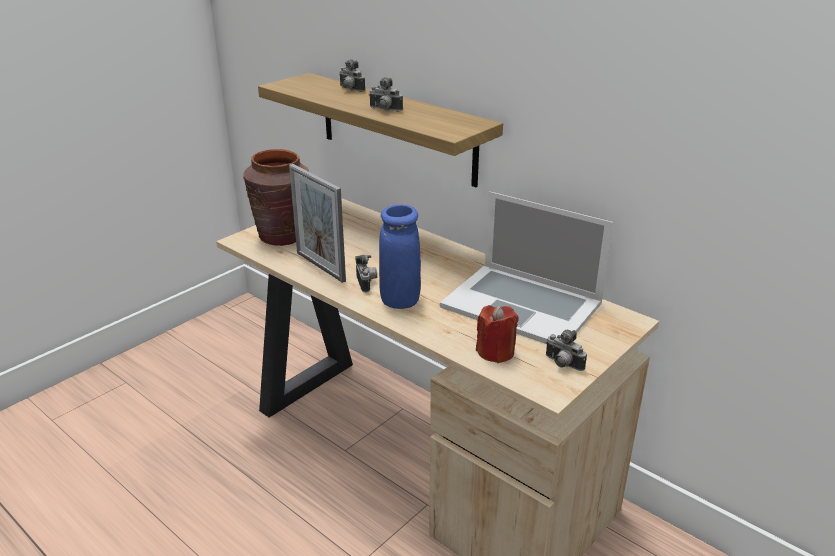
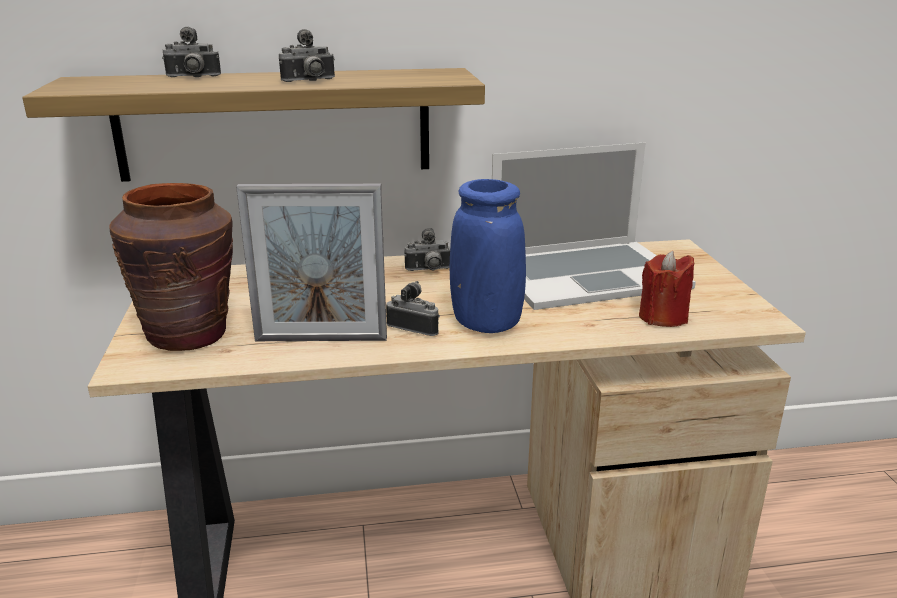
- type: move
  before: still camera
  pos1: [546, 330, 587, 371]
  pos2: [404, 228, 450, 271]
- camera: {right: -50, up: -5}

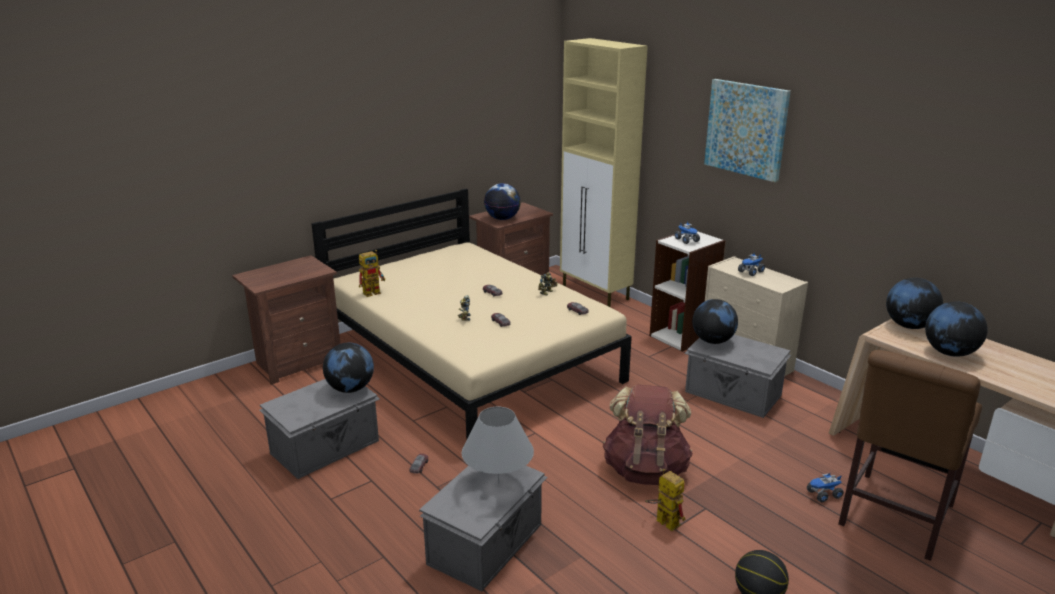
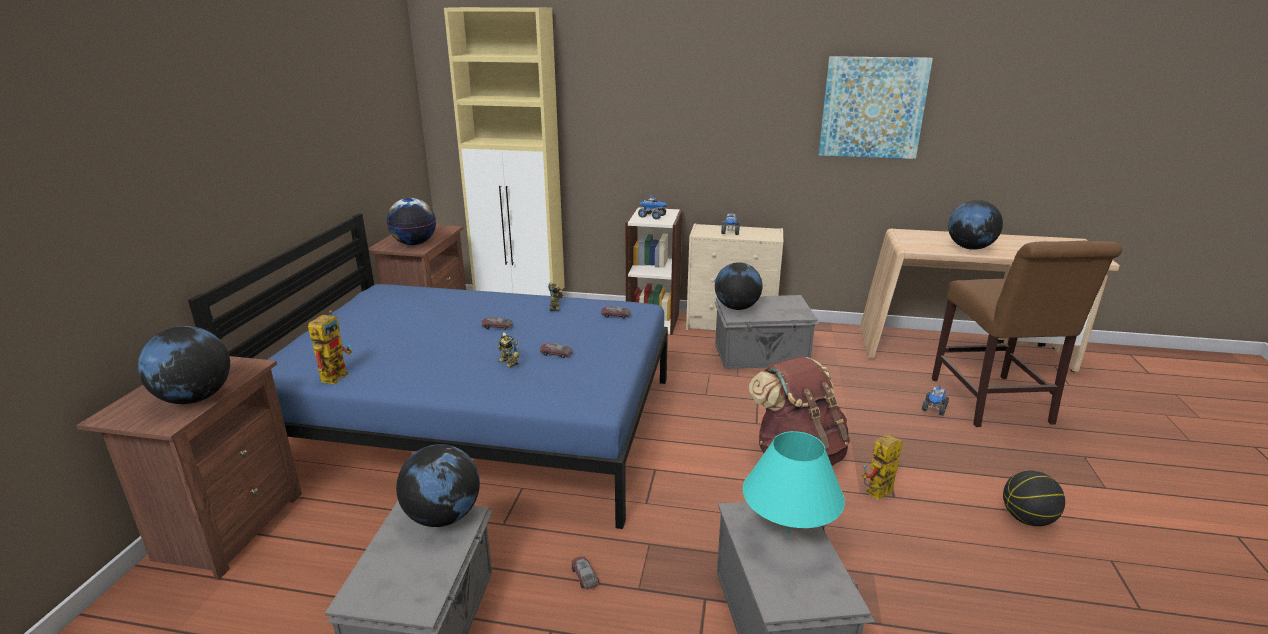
- type: move
  before: picture
  pos1: [704, 79, 791, 182]
  pos2: [818, 56, 933, 159]
- type: move
  before: globe
  pos1: [886, 278, 943, 329]
  pos2: [138, 326, 230, 404]
- type: recolor
  before: bed/sand-coloured
  after: bed/blue-coloured
  pos1: [311, 189, 632, 441]
  pos2: [188, 213, 668, 529]
- type: recolor
  before: tabletop lamp/gray
  after: tabletop lamp/turquoise
  pos1: [462, 407, 534, 484]
  pos2: [743, 431, 845, 537]
- type: rotate
  before: robot figure
  pos1: [645, 469, 686, 531]
  pos2: [861, 433, 903, 500]
  turn: -45
- camera: {right: -40, up: 0}

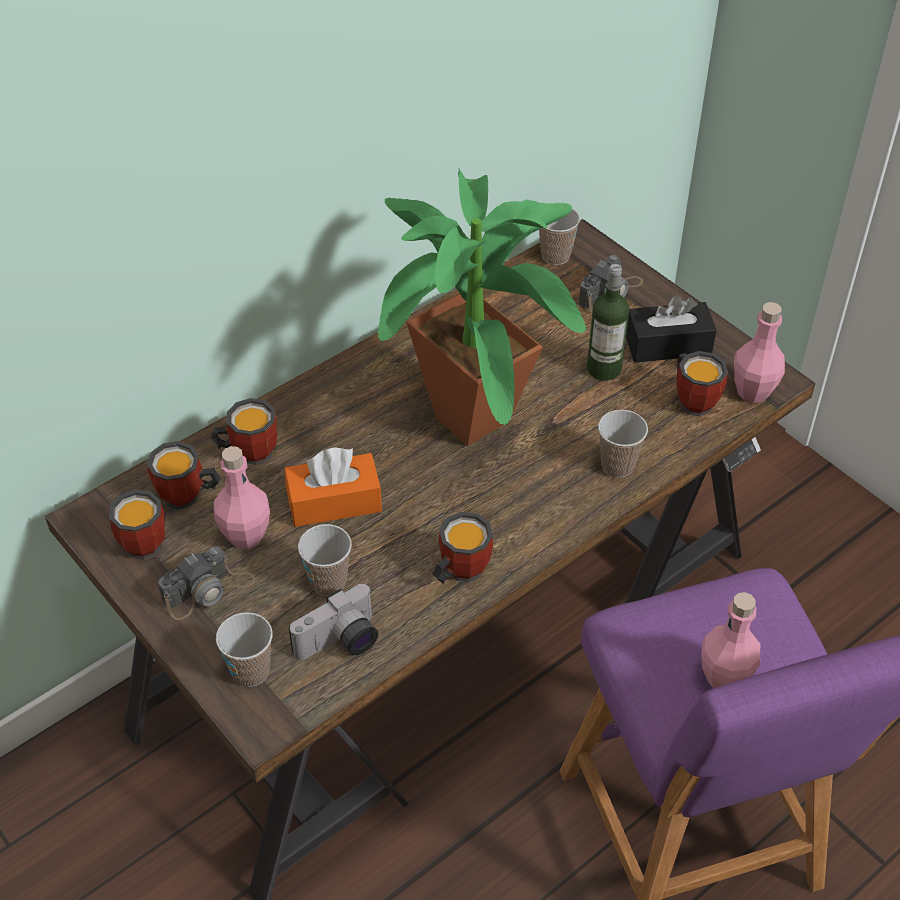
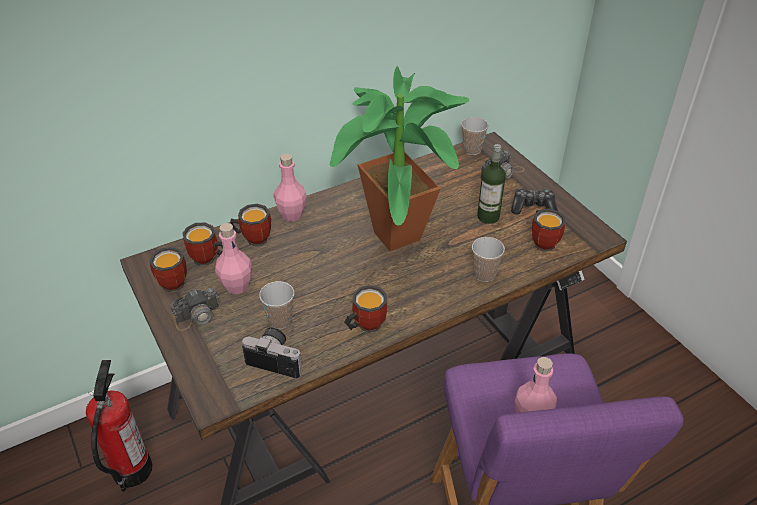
- type: delete
  before: cup
  pos1: [216, 612, 273, 687]
- type: delete
  before: tissue box/orangey
  pos1: [284, 447, 382, 527]
- type: insert
  after: extinguisher
  pos2: [86, 360, 153, 492]
- type: move
  before: bottle/pink-coloured
  pos1: [734, 302, 785, 403]
  pos2: [274, 154, 307, 221]
- type: replace
  before: tissue box/blackish
  after: joypad
  pos1: [626, 295, 717, 363]
  pos2: [511, 188, 558, 215]
- type: rotate
  before: still camera
  pos1: [289, 584, 378, 660]
  pos2: [242, 328, 302, 378]
  turn: -135
- camera: {right: 10, up: -5}

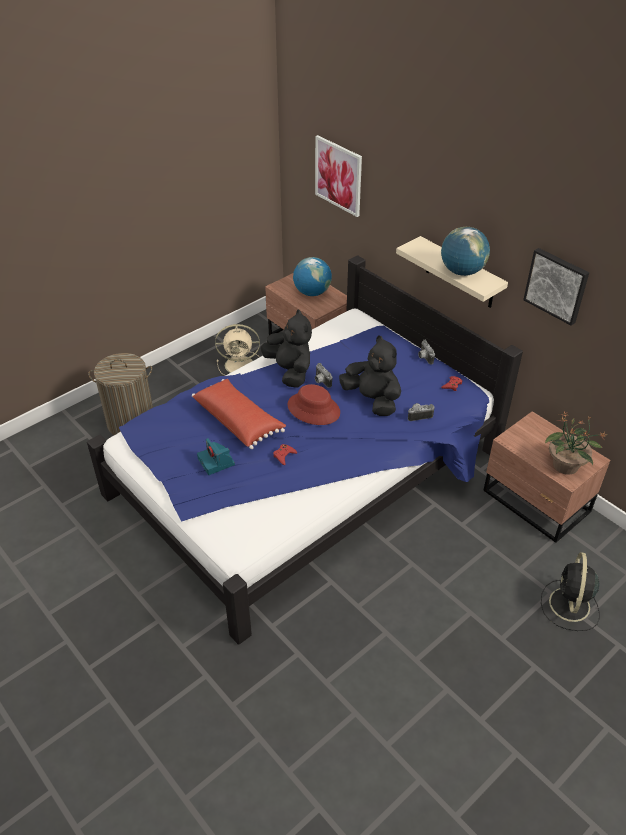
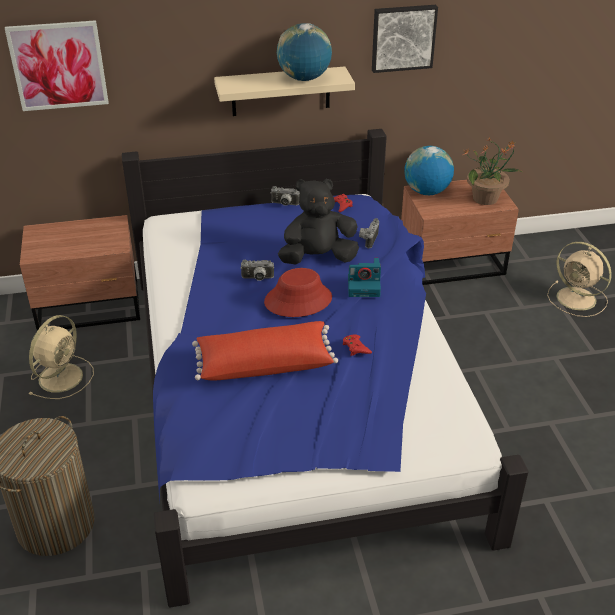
- type: delete
  before: soft toy/blackish
  pos1: [261, 310, 312, 388]
- type: move
  before: still camera
  pos1: [197, 438, 235, 475]
  pos2: [348, 258, 381, 297]
- type: move
  before: globe
  pos1: [293, 257, 332, 296]
  pos2: [404, 146, 454, 195]
- type: recolor
  before: cooling fan/blackish
  after: cooling fan/sand-coloured
  pos1: [541, 552, 600, 631]
  pos2: [547, 242, 612, 317]
- camera: {right: -60, up: -5}

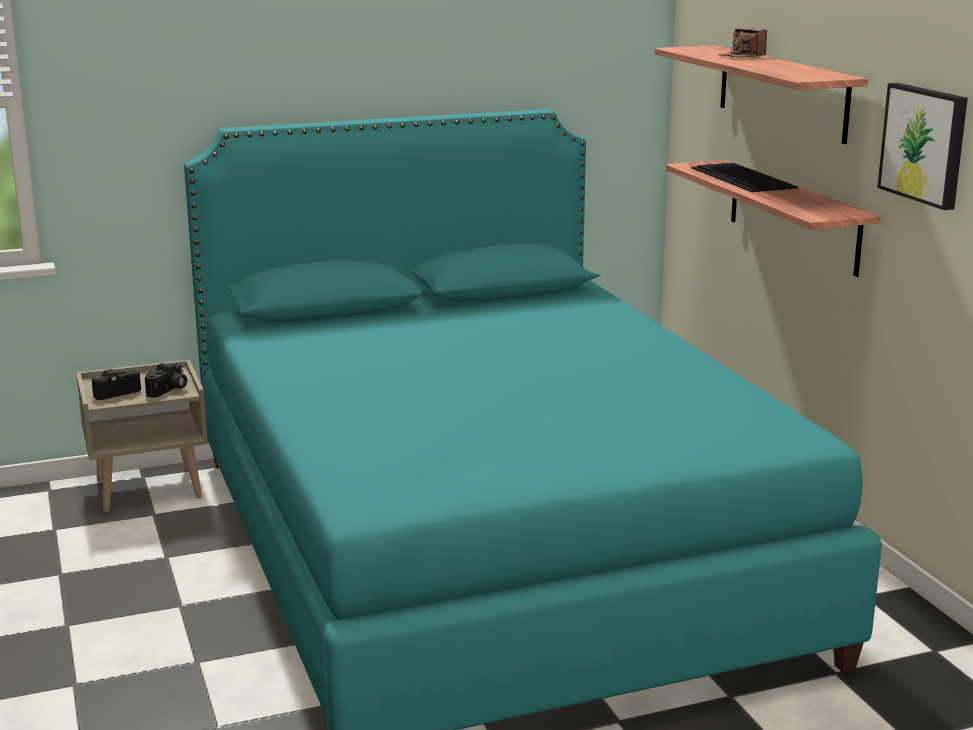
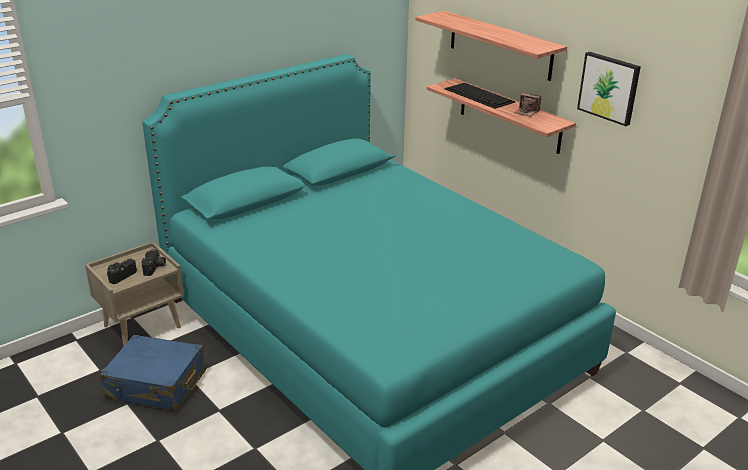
- type: insert
  after: piece of luggage/blue-coloured
  pos2: [100, 335, 206, 412]
- type: move
  before: still camera
  pos1: [719, 28, 767, 58]
  pos2: [514, 93, 541, 117]
- camera: {right: -20, up: 10}

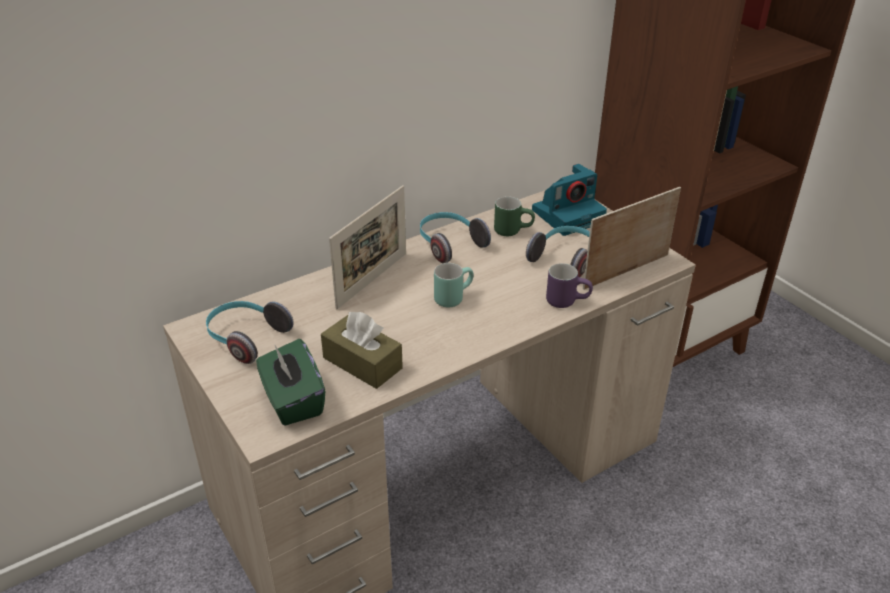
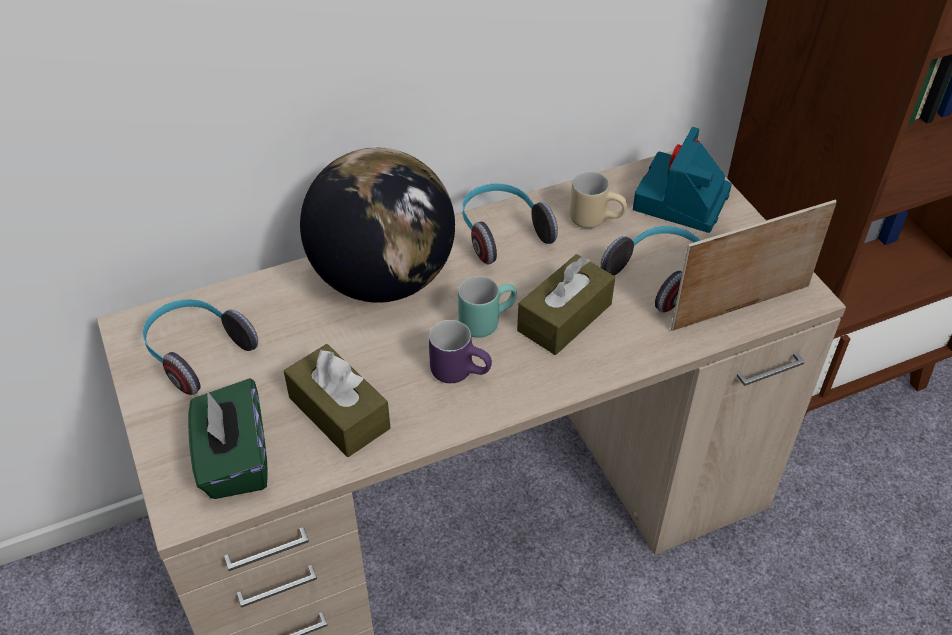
- type: insert
  after: tissue box/brown-coloured
  pos2: [517, 254, 615, 355]
- type: move
  before: mug/purple-coloured
  pos1: [546, 263, 593, 308]
  pos2: [429, 320, 492, 383]
- type: replace
  before: picture frame
  after: globe
  pos1: [329, 185, 406, 309]
  pos2: [300, 148, 455, 303]
- type: recolor
  before: mug/greenish
  after: mug/sand-coloured
  pos1: [494, 196, 535, 236]
  pos2: [570, 172, 627, 228]
- type: rotate
  before: still camera
  pos1: [532, 164, 607, 236]
  pos2: [633, 127, 732, 233]
  turn: 135
- camera: {right: 10, up: 10}

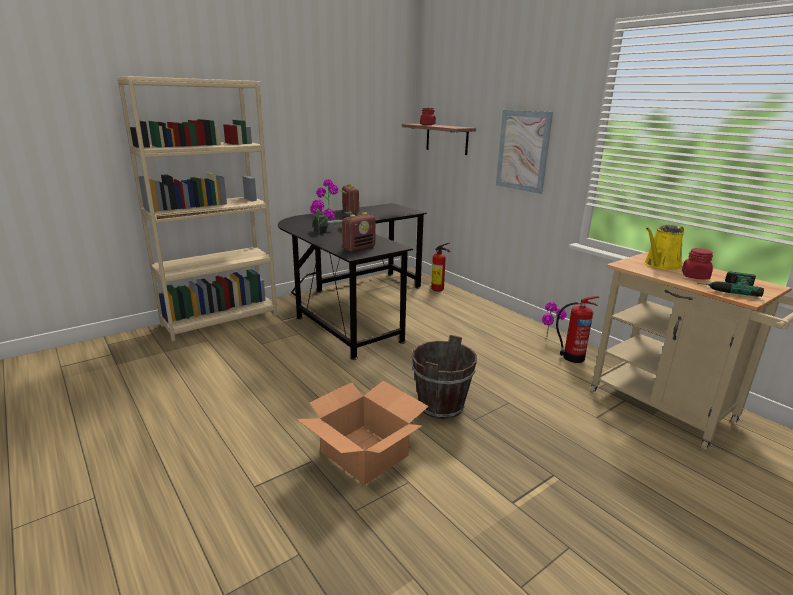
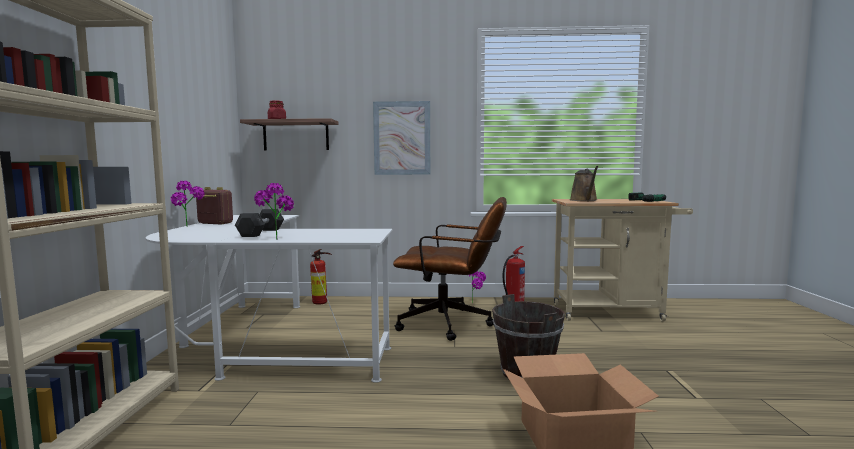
- type: delete
  before: radio set
  pos1: [342, 213, 376, 252]
- type: delete
  before: preserve jar/red-coloured
  pos1: [682, 248, 713, 280]
- type: insert
  after: desk chair/brown-coloured
  pos2: [393, 197, 507, 341]
- type: recolor
  before: desk/blackish
  after: desk/whitish
  pos1: [278, 203, 427, 360]
  pos2: [146, 215, 392, 383]
- type: recolor
  before: watering pot/yellow
  after: watering pot/brown-coloured
  pos1: [644, 225, 684, 270]
  pos2: [570, 166, 598, 201]
- camera: {right: -50, up: -15}

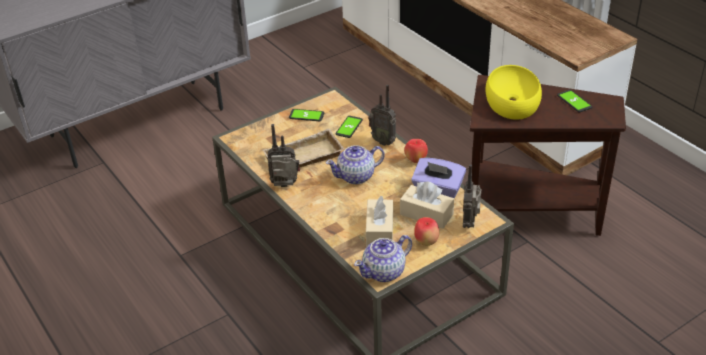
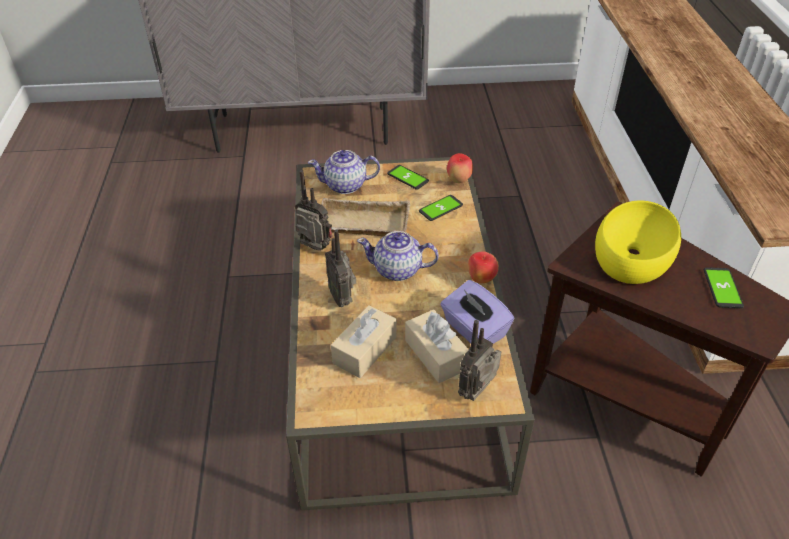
- type: move
  before: tea pot
  pos1: [354, 235, 412, 282]
  pos2: [308, 150, 380, 194]
- type: move
  before: radio set
  pos1: [368, 85, 396, 146]
  pos2: [325, 229, 356, 307]
- type: move
  before: apple fruit
  pos1: [414, 217, 439, 246]
  pos2: [447, 153, 473, 183]
- camera: {right: 30, up: 5}

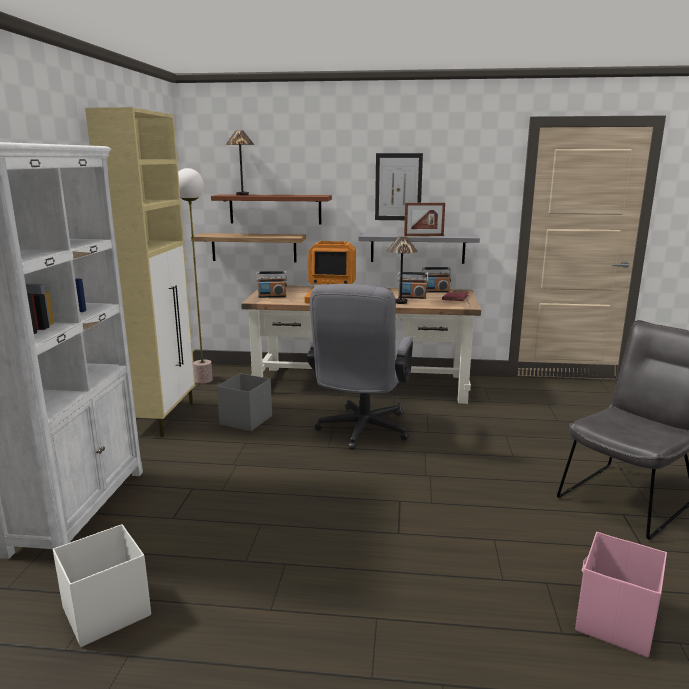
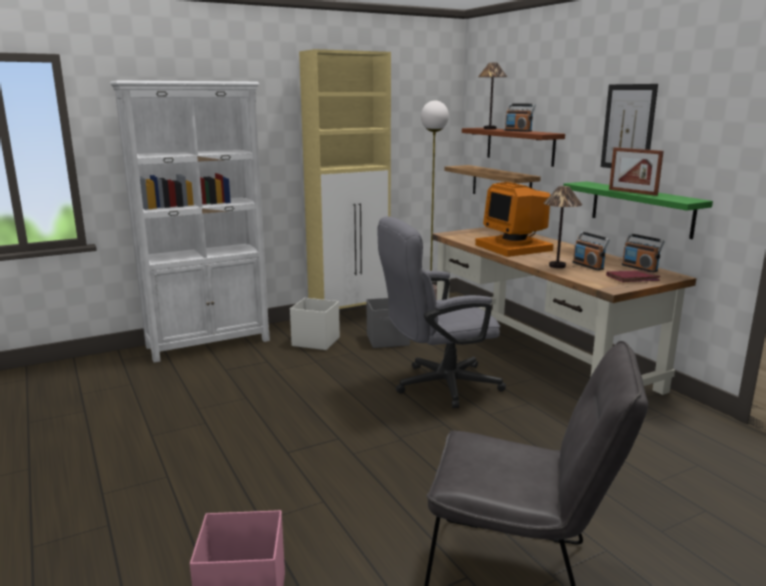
- type: move
  before: storage box/whitish
  pos1: [53, 524, 151, 647]
  pos2: [290, 298, 340, 350]
- type: move
  before: radio set
  pos1: [256, 271, 287, 298]
  pos2: [505, 103, 536, 132]
- type: recolor
  before: wall shelf/gray
  after: wall shelf/greenish
  pos1: [358, 233, 480, 264]
  pos2: [563, 181, 713, 239]
- camera: {right: 55, up: 0}

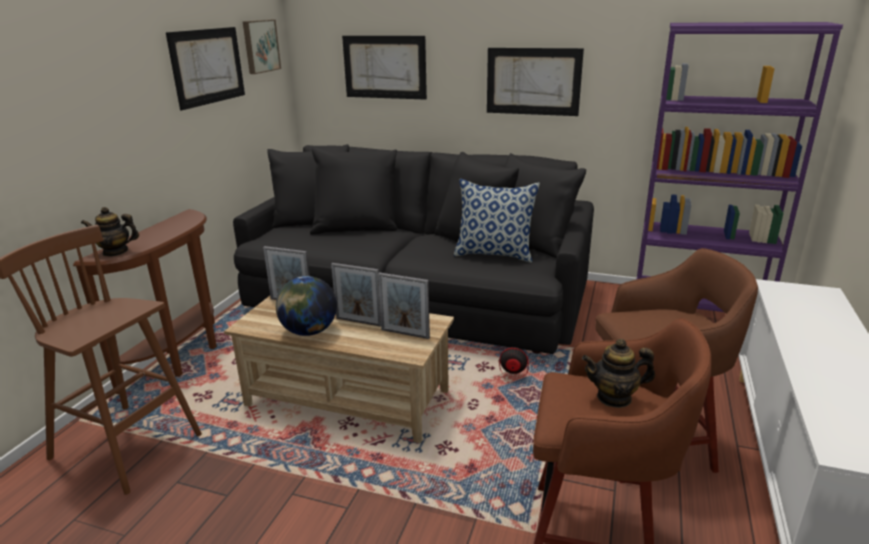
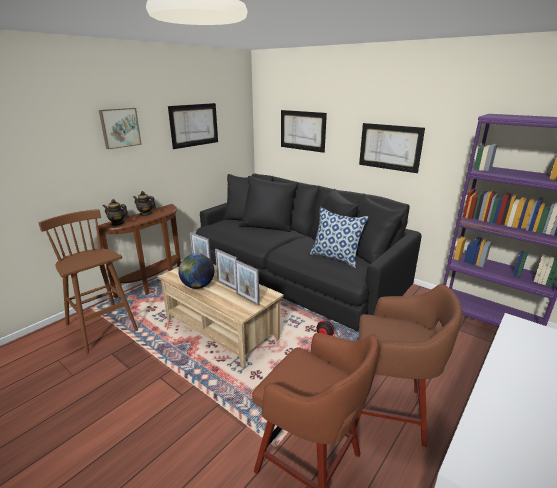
- type: move
  before: picture
  pos1: [243, 20, 281, 74]
  pos2: [99, 108, 142, 149]
- type: move
  before: tea pot
  pos1: [582, 339, 655, 408]
  pos2: [133, 191, 156, 216]
- camera: {right: 20, up: 0}

